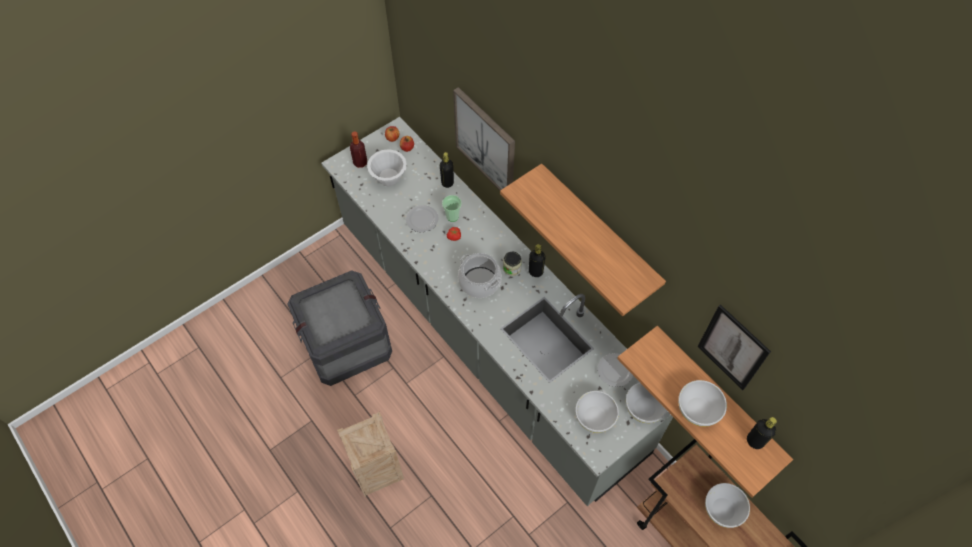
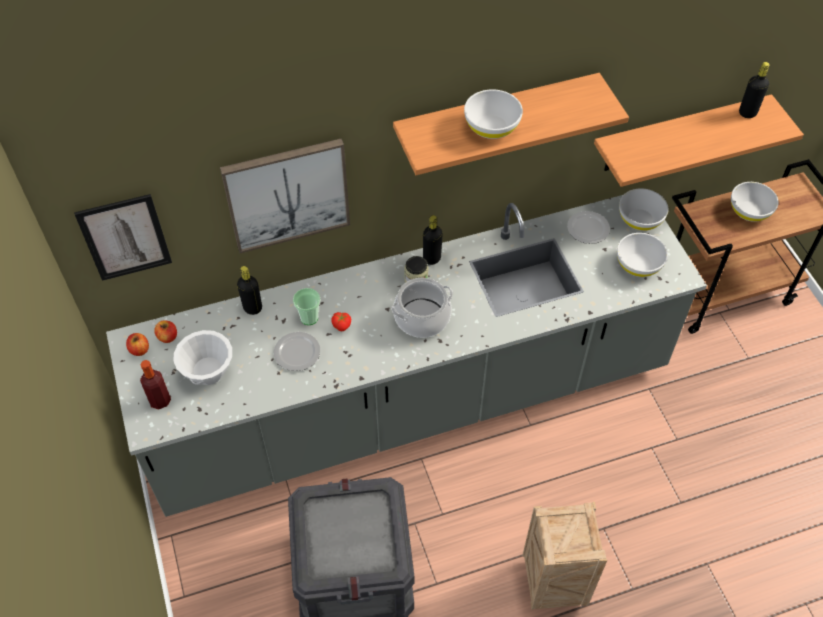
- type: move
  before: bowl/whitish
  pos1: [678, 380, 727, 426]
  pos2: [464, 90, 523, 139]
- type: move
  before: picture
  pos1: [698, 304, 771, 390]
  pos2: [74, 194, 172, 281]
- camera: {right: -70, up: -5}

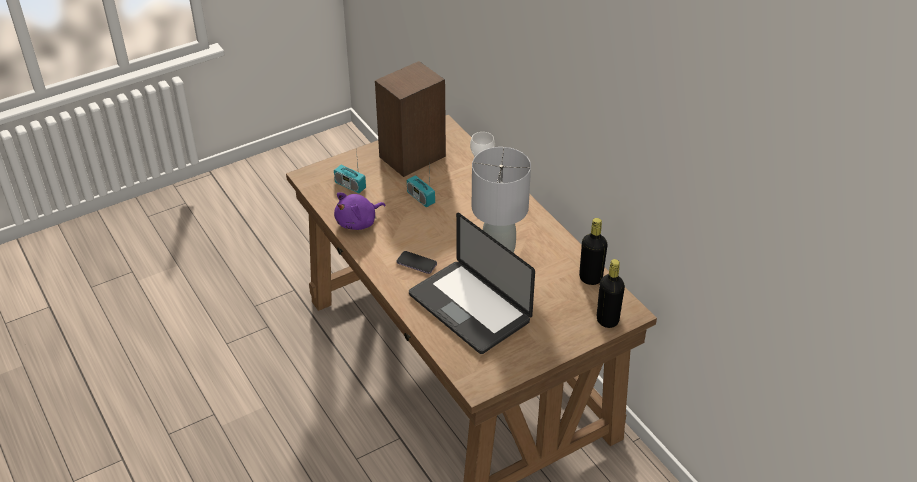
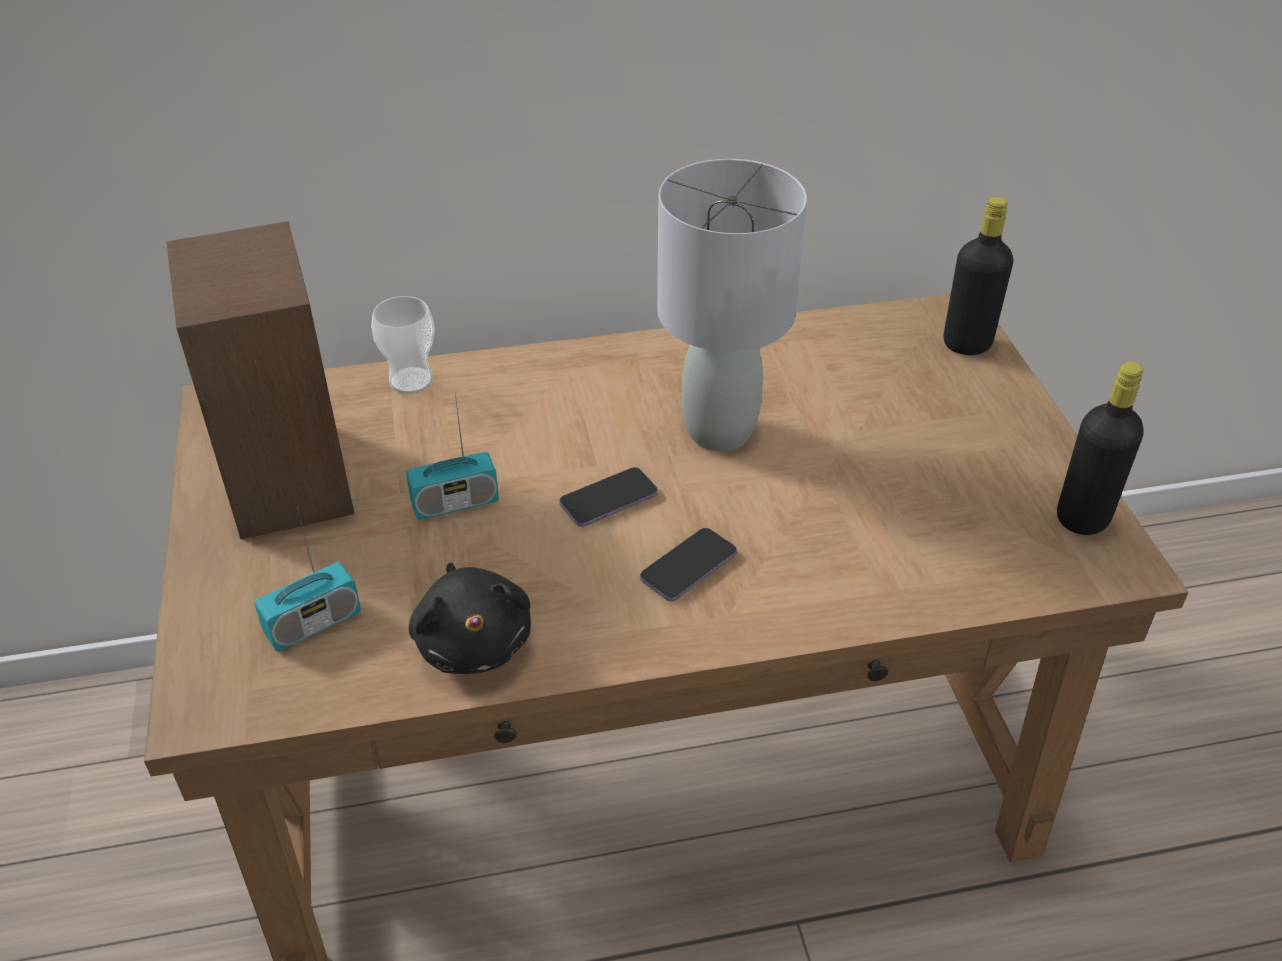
- type: delete
  before: portable computer
  pos1: [409, 213, 535, 354]
- type: insert
  after: phone
  pos2: [560, 467, 658, 527]
- type: move
  before: bottle/blackish
  pos1: [579, 218, 608, 285]
  pos2: [1057, 361, 1144, 535]
- type: recolor
  before: soft toy/purple-coloured
  after: soft toy/blackish
  pos1: [334, 192, 385, 230]
  pos2: [409, 563, 531, 674]
- camera: {right: -70, up: 0}

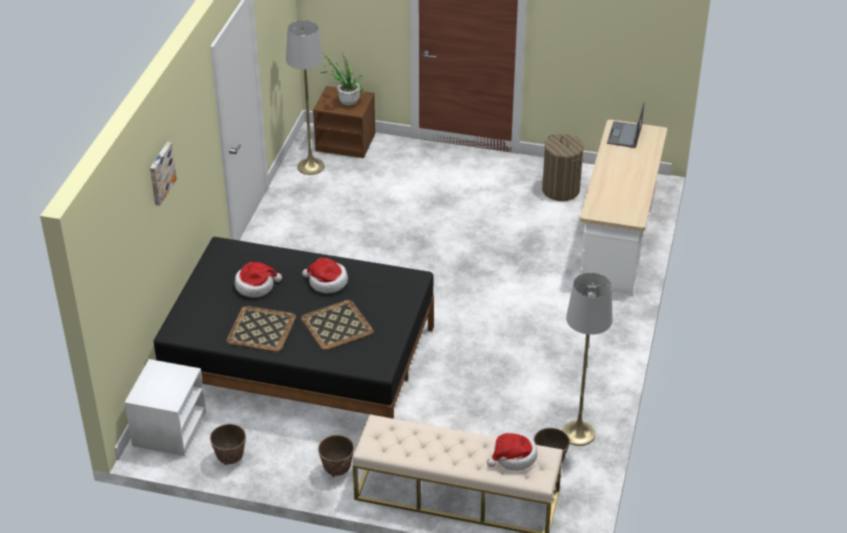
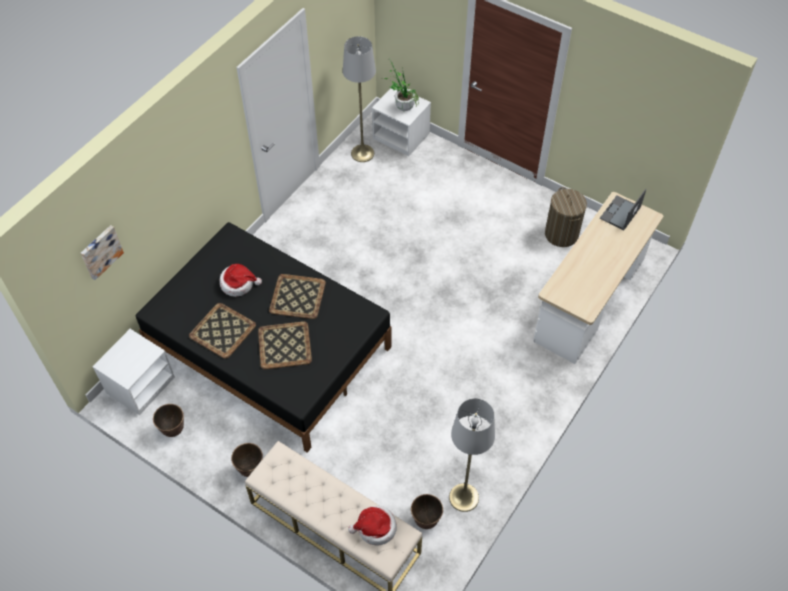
- type: move
  before: picture
  pos1: [150, 142, 177, 206]
  pos2: [81, 225, 124, 280]
- type: replace
  before: wearable hat
  after: serving tray
  pos1: [302, 258, 348, 293]
  pos2: [269, 274, 326, 319]
- type: recolor
  before: nightstand/brown-coloured
  after: nightstand/whitish
  pos1: [313, 86, 375, 158]
  pos2: [372, 88, 431, 156]
- camera: {right: 20, up: 15}

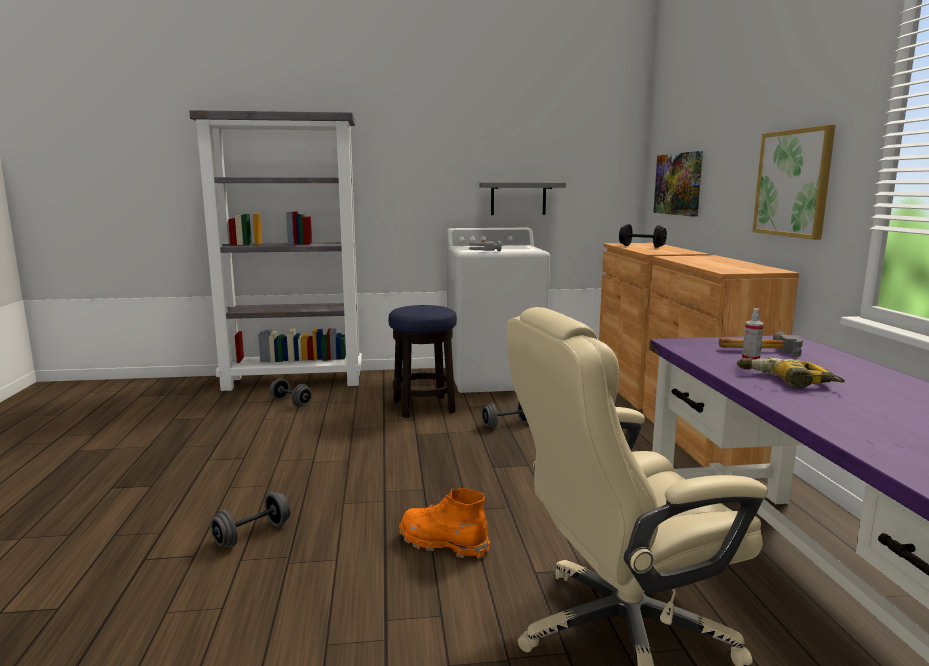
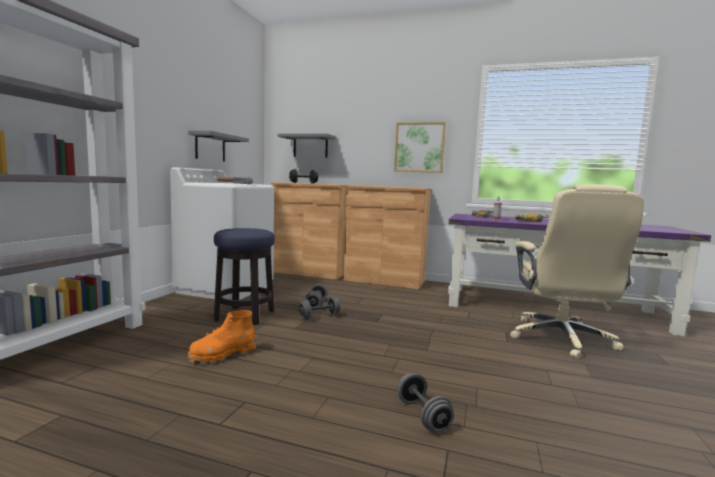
- type: move
  before: hand weight/gray
  pos1: [269, 378, 312, 407]
  pos2: [299, 296, 340, 320]
- type: move
  before: boot/orangey
  pos1: [399, 488, 490, 559]
  pos2: [188, 310, 256, 364]
- type: replace
  before: picture
  after: wall shelf/gray
  pos1: [653, 151, 703, 217]
  pos2: [277, 133, 335, 158]
- camera: {right: -65, up: -5}

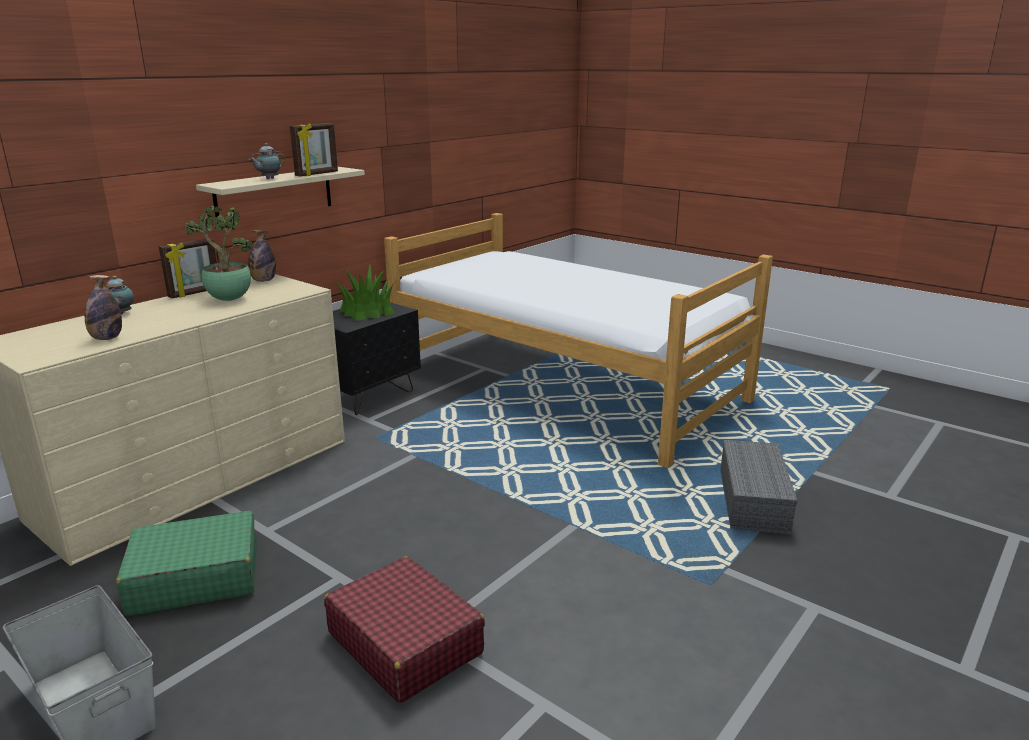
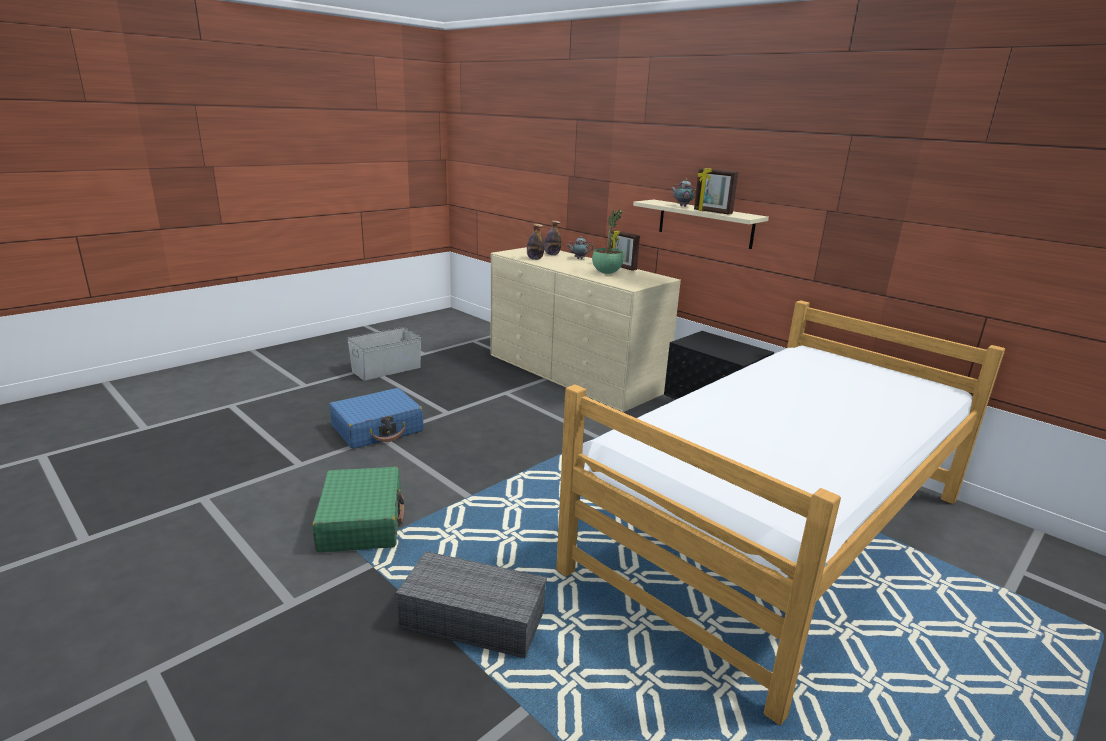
- type: delete
  before: plant in a pot
  pos1: [338, 265, 395, 321]
- type: move
  before: piece of luggage/greenish
  pos1: [116, 511, 257, 616]
  pos2: [312, 467, 404, 553]
- type: move
  before: bottle
  pos1: [248, 230, 276, 282]
  pos2: [544, 220, 561, 255]
- type: recolor
  before: piece of luggage/red-coloured
  after: piece of luggage/blue-coloured
  pos1: [324, 556, 485, 703]
  pos2: [329, 388, 424, 449]
- camera: {right: 95, up: 0}

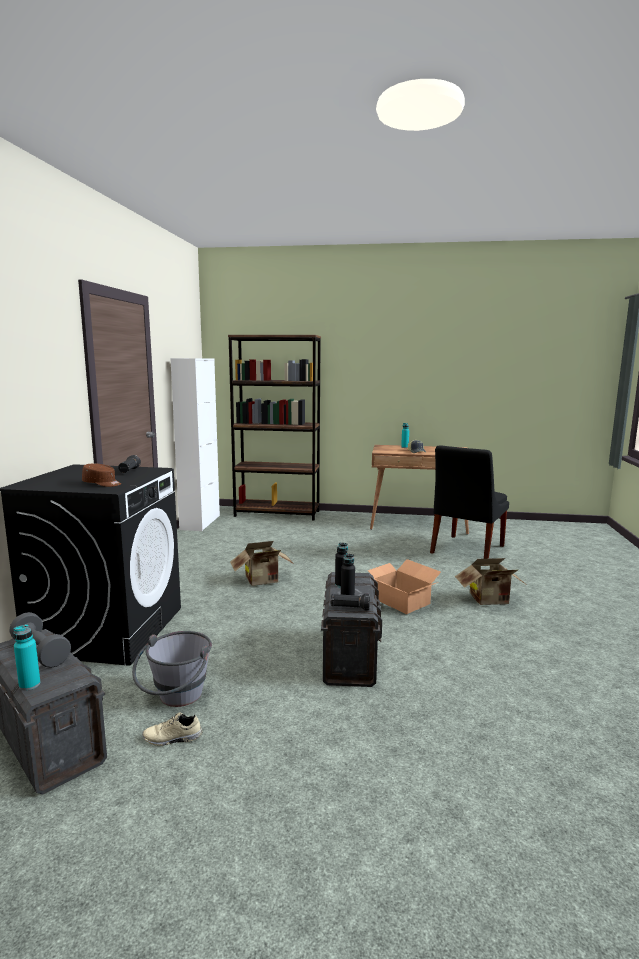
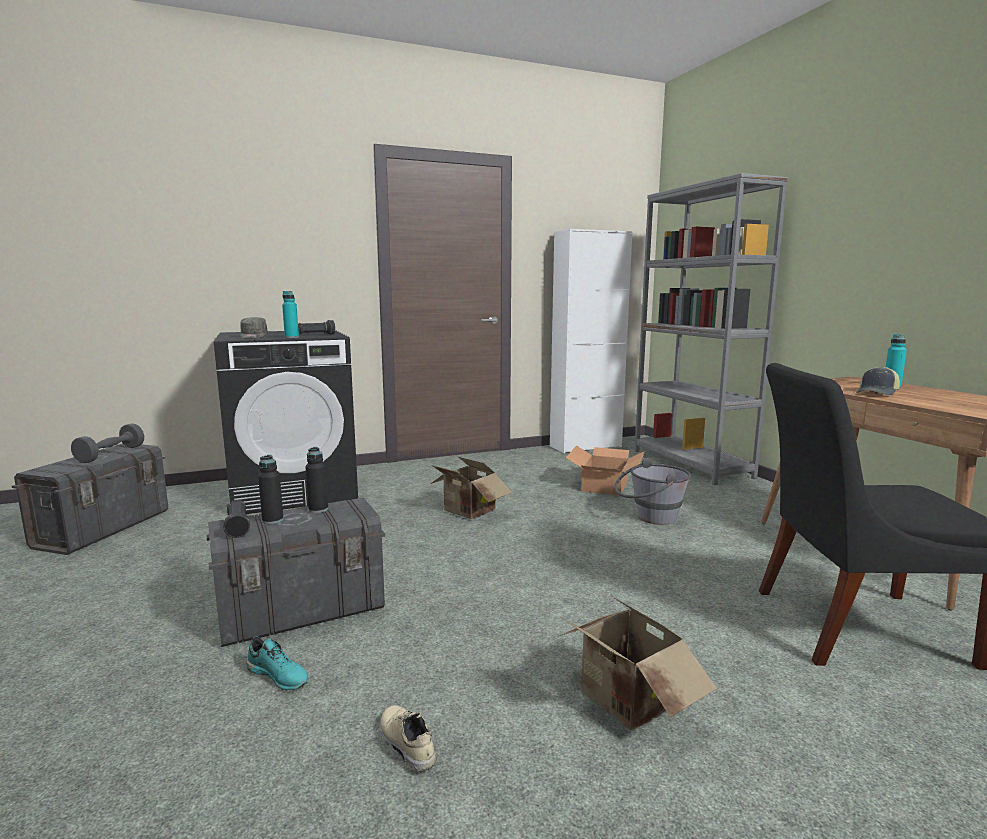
- type: insert
  after: item of footwear/turquoise
  pos2: [246, 637, 309, 690]
- type: move
  before: bottle/turquoise
  pos1: [13, 624, 40, 691]
  pos2: [282, 291, 299, 338]
- type: move
  before: water bucket/gray
  pos1: [132, 631, 212, 707]
  pos2: [614, 458, 691, 525]
- type: move
  before: item of footwear/sand-coloured
  pos1: [142, 712, 202, 746]
  pos2: [380, 705, 437, 771]
- type: move
  before: cardboard box
  pos1: [368, 559, 441, 614]
  pos2: [566, 445, 645, 496]
- type: recolor
  before: baseball cap/brown-coloured
  after: baseball cap/gray
  pos1: [82, 463, 121, 487]
  pos2: [240, 317, 268, 338]
- type: recolor
  before: bookcase/brown-coloured
  after: bookcase/gray
  pos1: [228, 335, 321, 521]
  pos2: [634, 173, 789, 485]
- camera: {right: 60, up: 0}

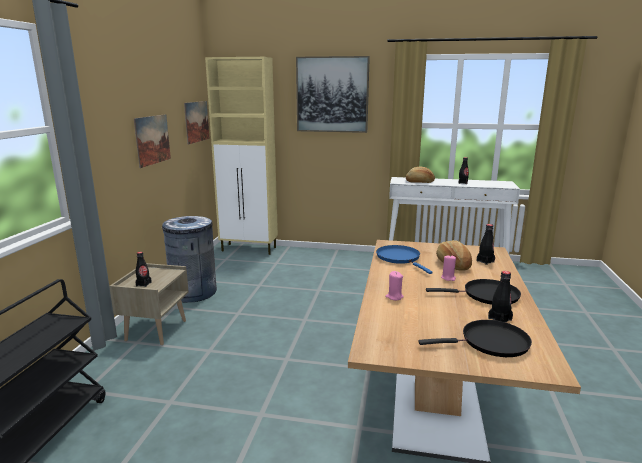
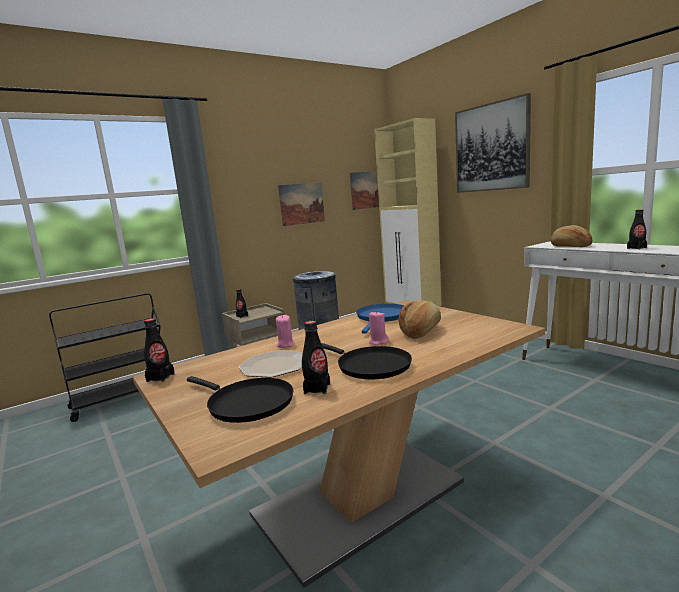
- type: insert
  after: dinner plate
  pos2: [239, 350, 303, 378]
- type: move
  before: bottle/blackish
  pos1: [477, 224, 495, 265]
  pos2: [144, 318, 175, 382]
- camera: {right: 45, up: -5}

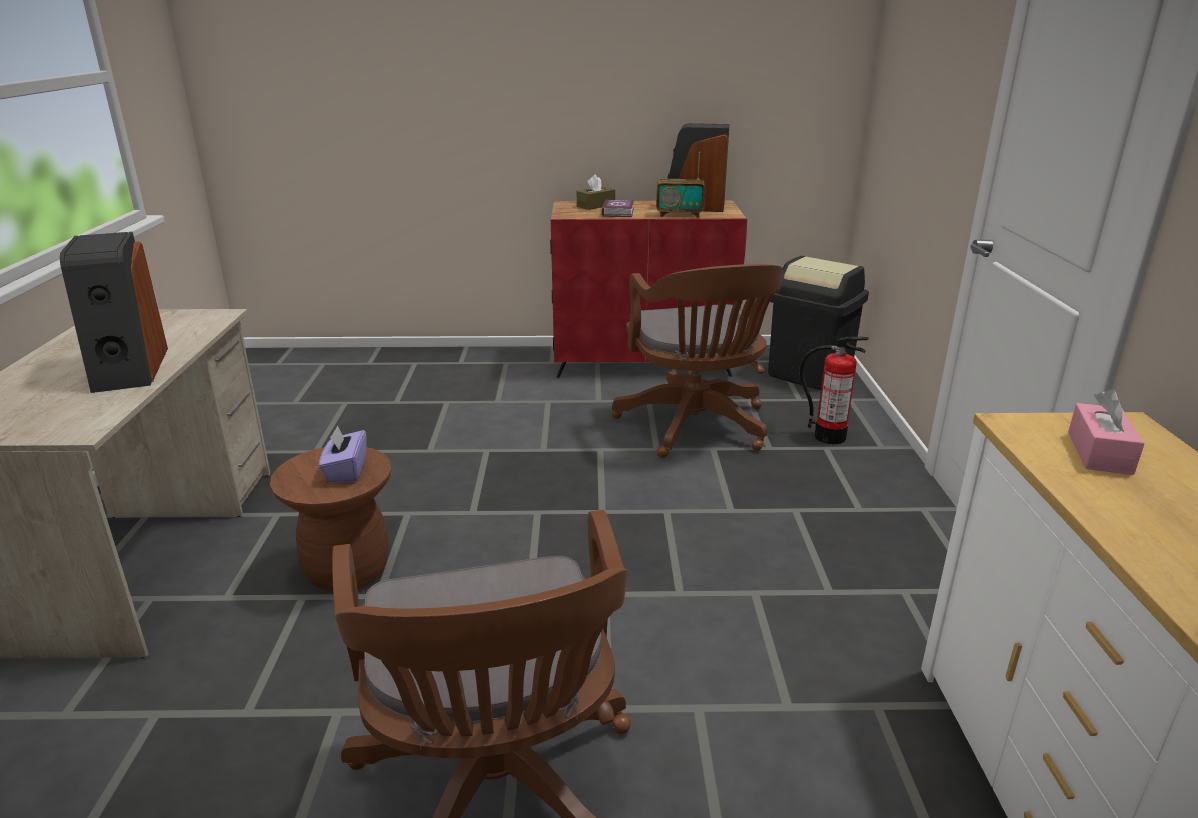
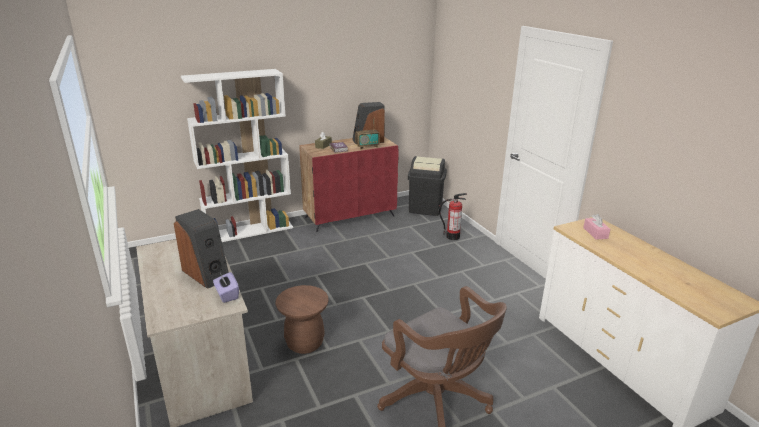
- type: delete
  before: desk chair/brown-coloured
  pos1: [612, 264, 783, 458]
- type: insert
  after: bookcase/whitish
  pos2: [181, 69, 293, 242]
- type: move
  before: tissue box/purple-coloured
  pos1: [319, 425, 367, 483]
  pos2: [213, 272, 239, 303]
- camera: {right: -25, up: 0}

